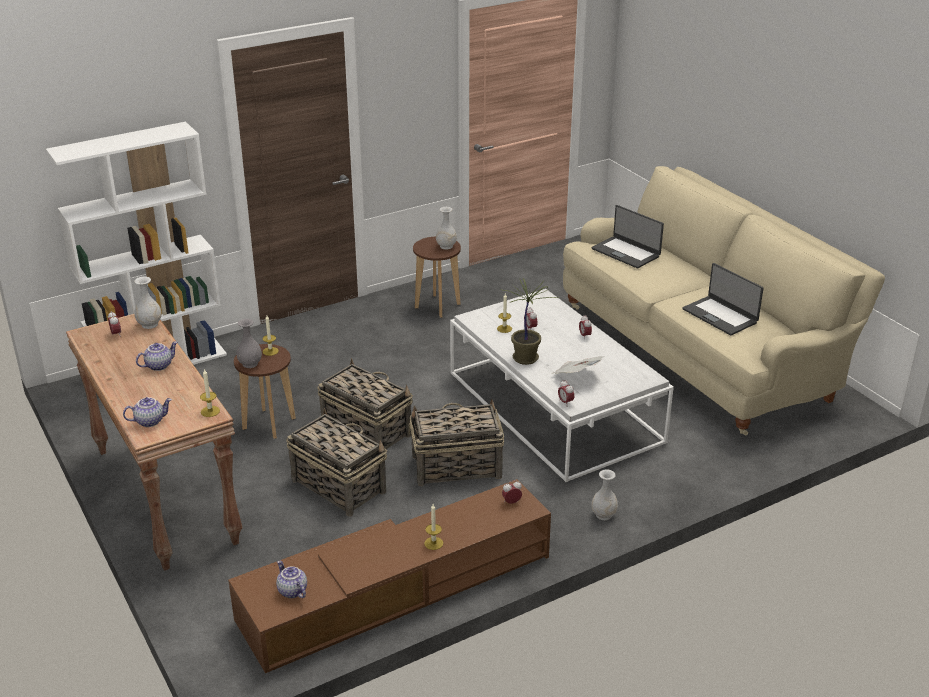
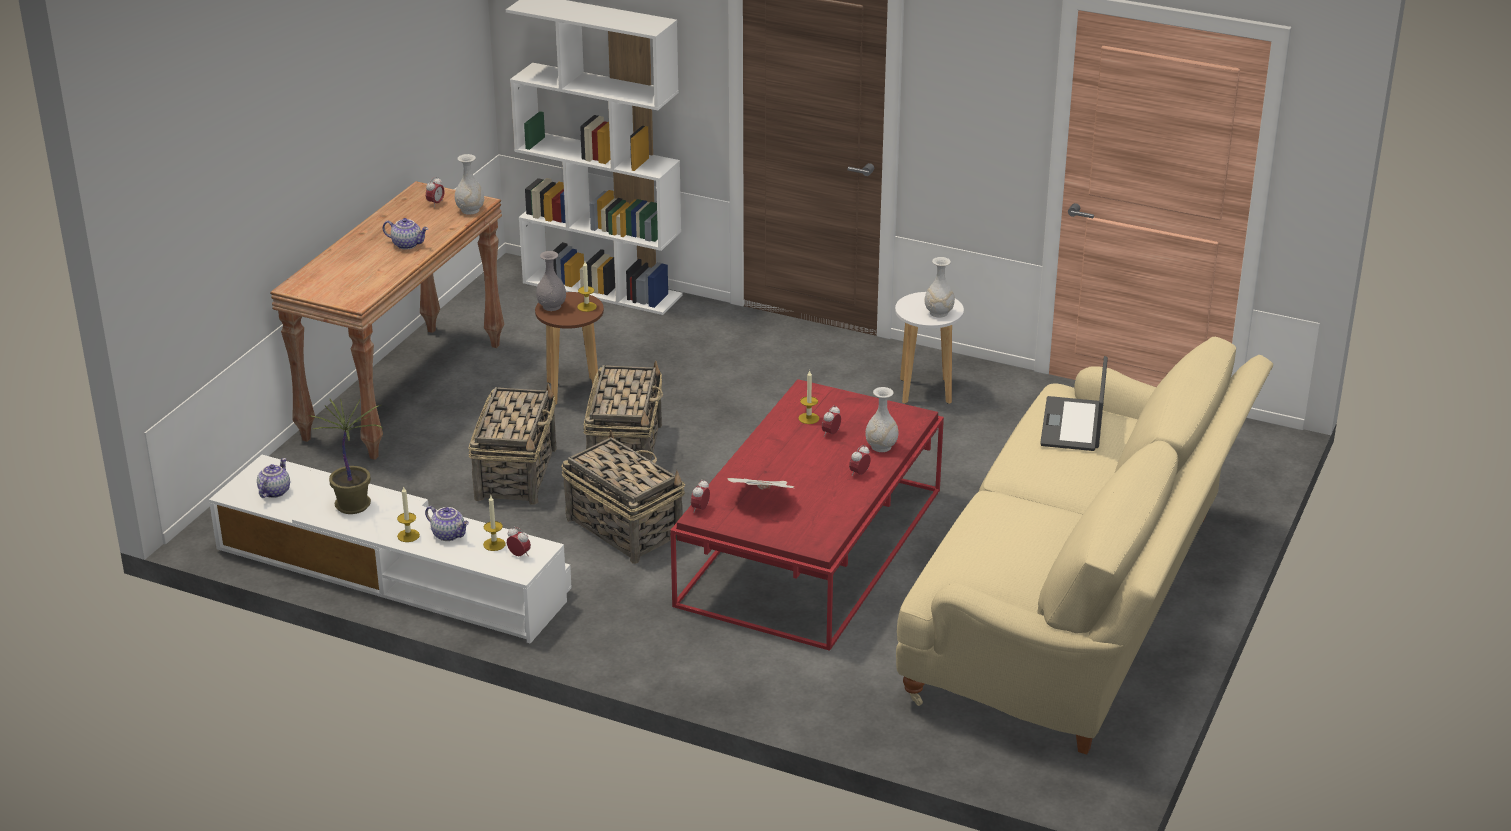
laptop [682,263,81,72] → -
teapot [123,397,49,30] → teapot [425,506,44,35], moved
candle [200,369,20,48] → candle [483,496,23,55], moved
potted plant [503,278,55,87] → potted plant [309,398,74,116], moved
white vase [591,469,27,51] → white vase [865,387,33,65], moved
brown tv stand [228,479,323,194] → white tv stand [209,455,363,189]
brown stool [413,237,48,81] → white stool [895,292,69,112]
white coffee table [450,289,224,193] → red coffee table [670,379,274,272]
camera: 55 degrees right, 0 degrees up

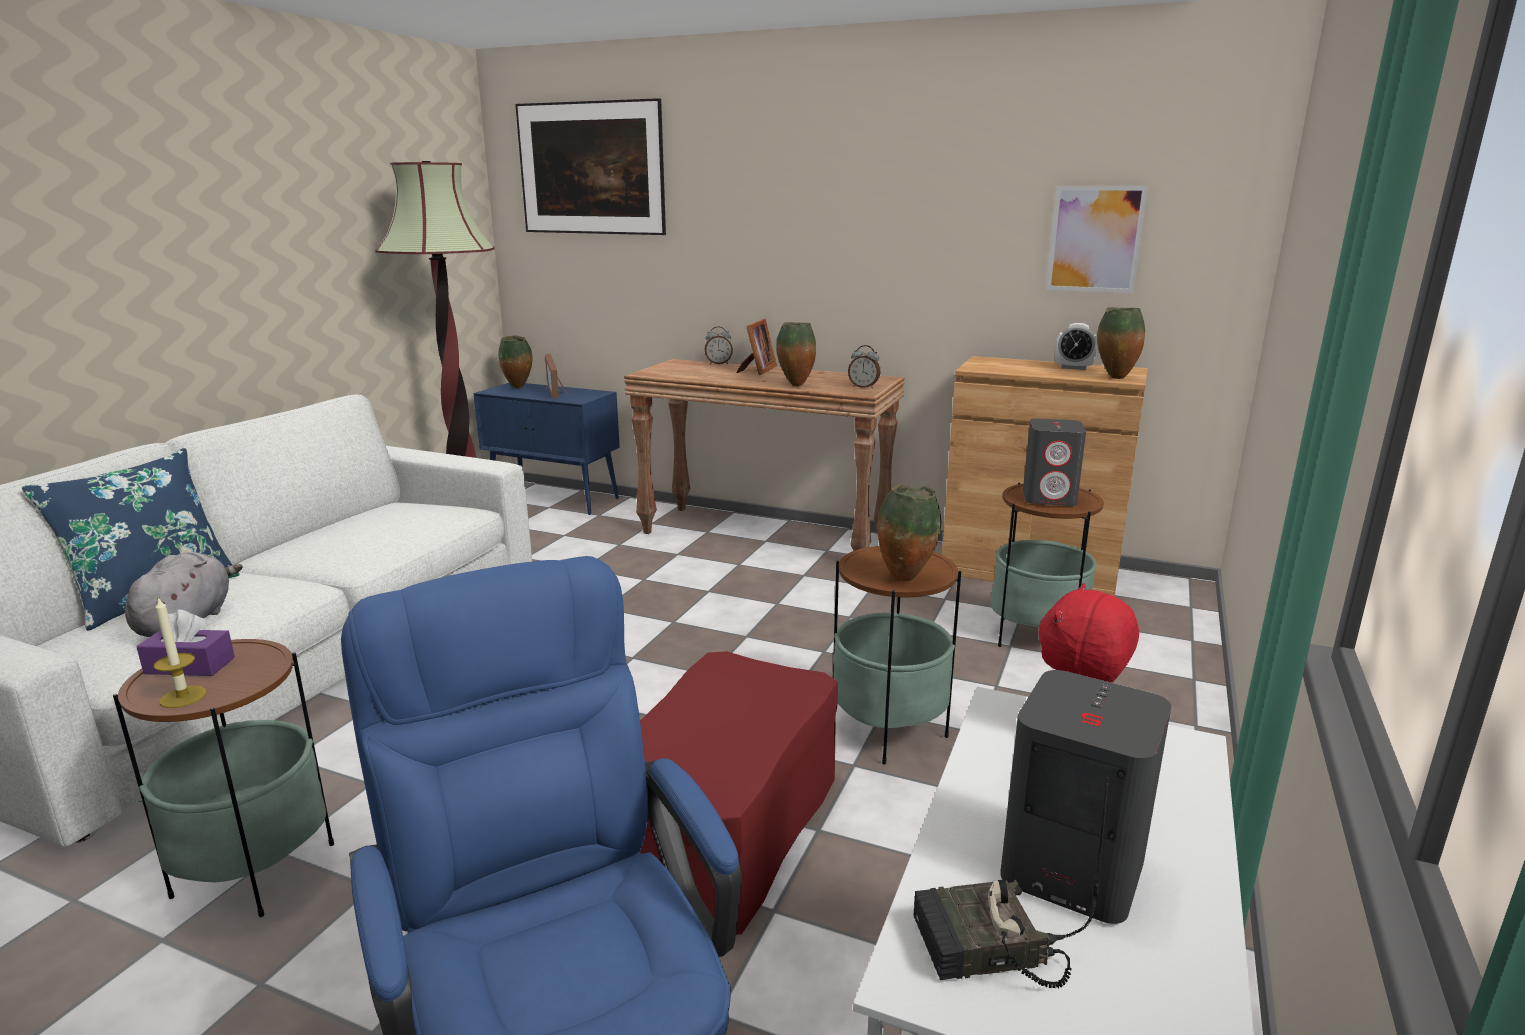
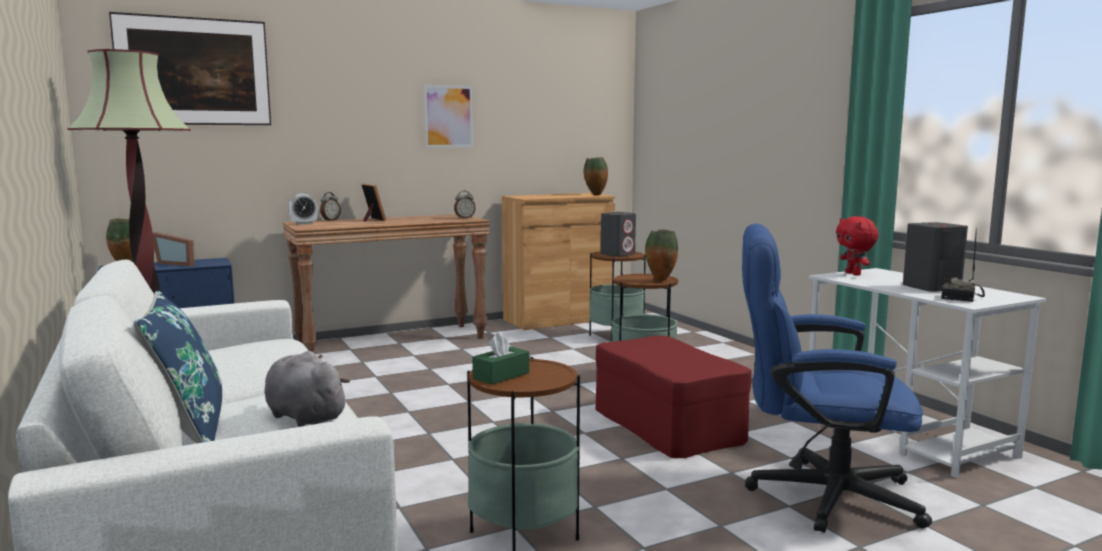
candle [154,596,53,112] → -
vase [776,322,40,64] → -
picture [1046,186,102,107] → picture [423,85,50,63], moved
alarm clock [1055,323,43,47] → alarm clock [289,194,29,30], moved
purple tissue box [137,610,98,66] → green tissue box [473,332,56,53]
camera: 50 degrees left, 10 degrees down

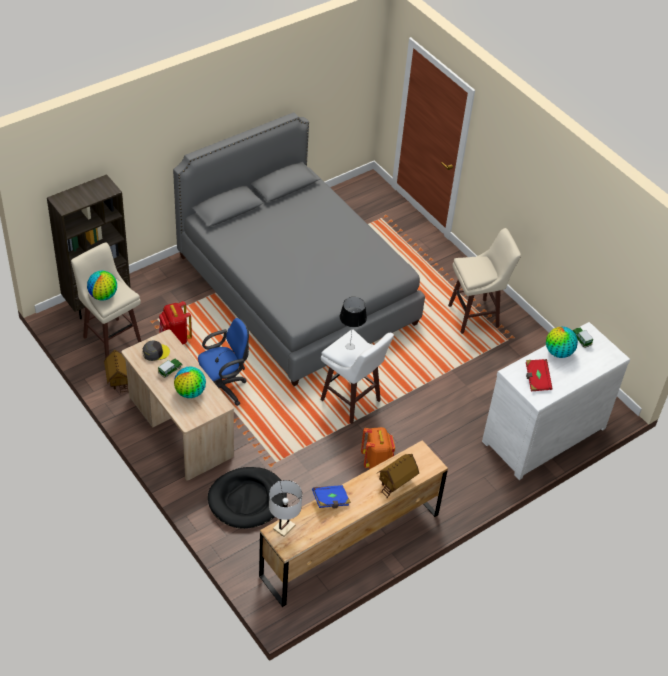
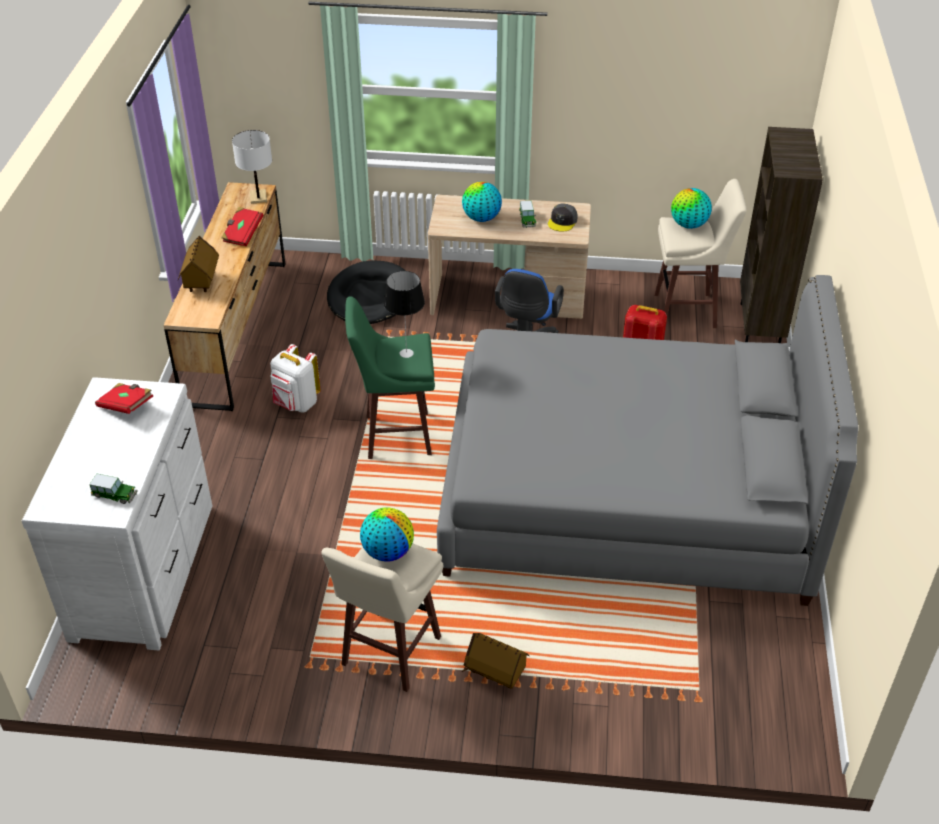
toy house [104,349,24,44] → toy house [461,633,68,56], moved
globe [546,327,32,31] → globe [360,507,54,55], moved
blue book [312,485,39,23] → red book [221,207,43,39]
white stool [320,329,74,95] → green stool [345,296,90,163]
orange backpack [361,427,34,42] → white backpack [270,344,51,69]
camera: 135 degrees right, 5 degrees down

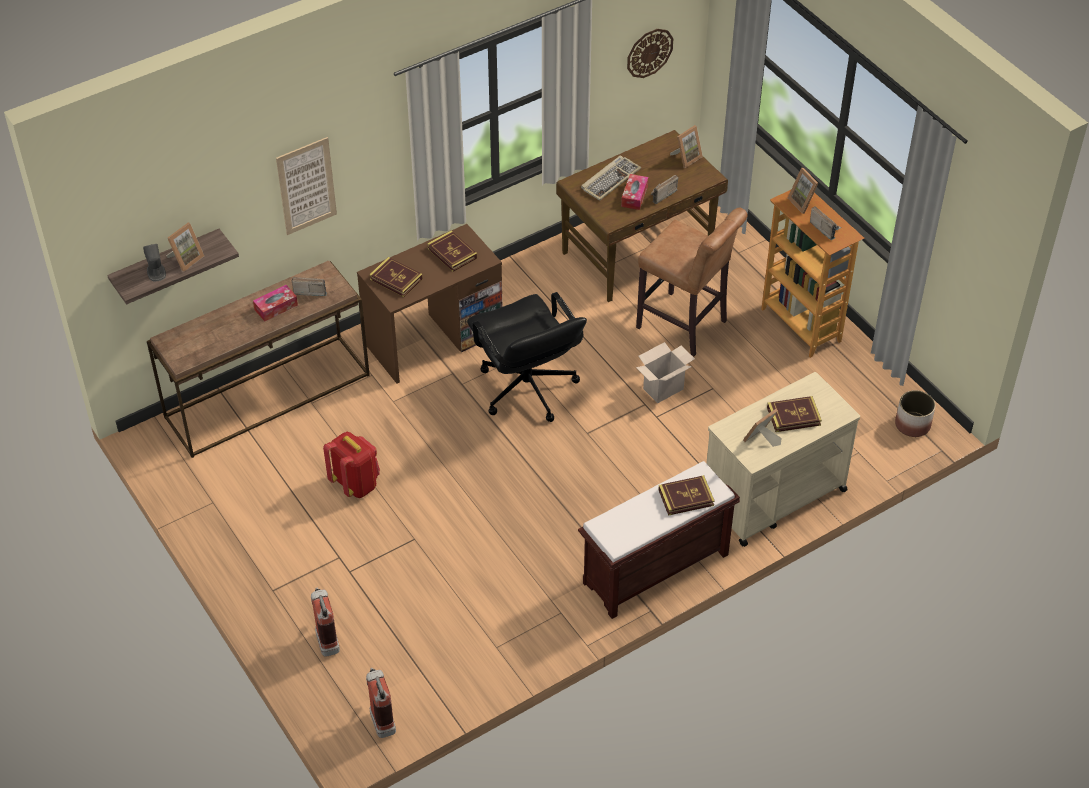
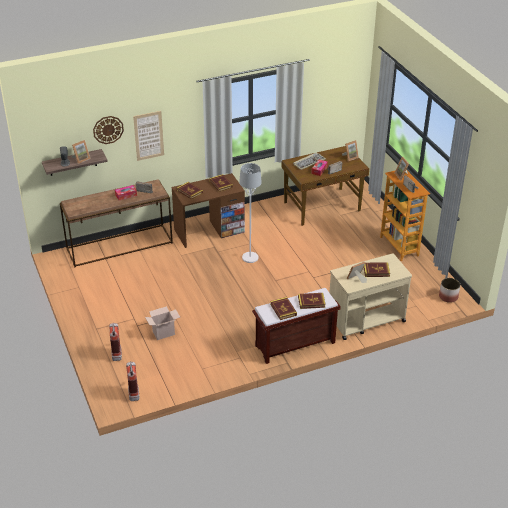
red backpack [323,432,57,66] → -
brown stool [636,207,112,149] → -
- → book [270,297,27,23]
wall clock [627,29,47,49] → wall clock [93,116,31,28], moved
cardboard box [636,342,59,61] → cardboard box [145,306,35,34], moved
black office chair [467,292,120,130] → white floor lamp [239,163,23,100]
camera: 10 degrees right, 10 degrees down

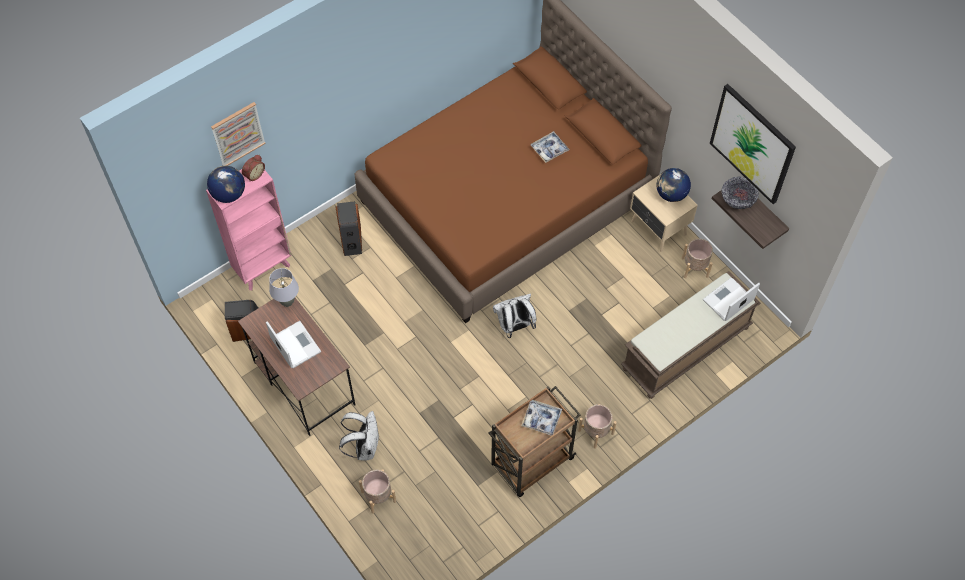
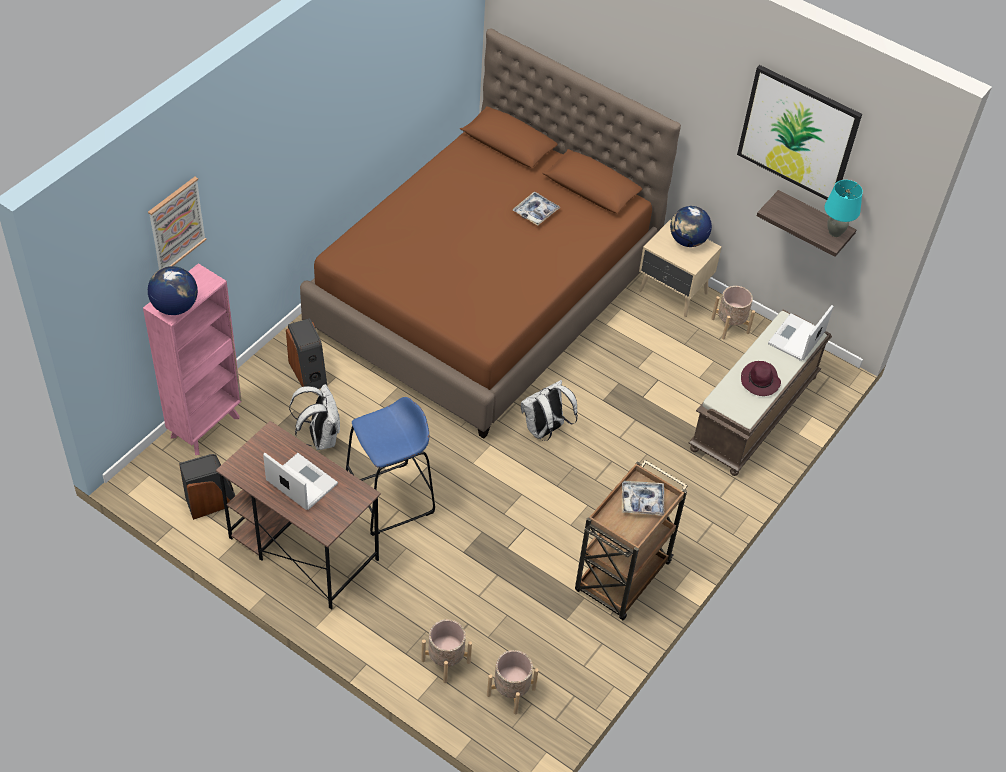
alarm clock [242,155,23,27] → -
grey table lamp [269,268,30,39] → -
bowl [721,176,38,33] → -
- → blue stool [346,397,89,139]
- → purple hat [741,361,40,35]
- → turquoise table lamp [824,180,39,57]
white backpack [339,411,41,49] → white backpack [289,384,51,66], moved
beige planter [578,404,39,45] → beige planter [487,650,51,64], moved
camera: 20 degrees left, 10 degrees down

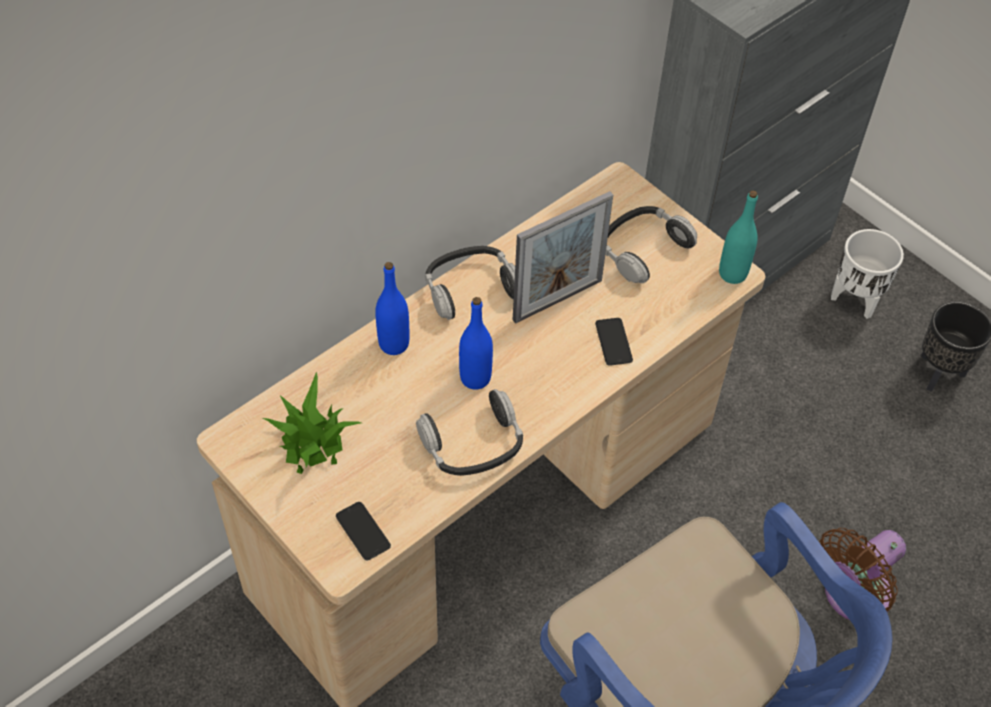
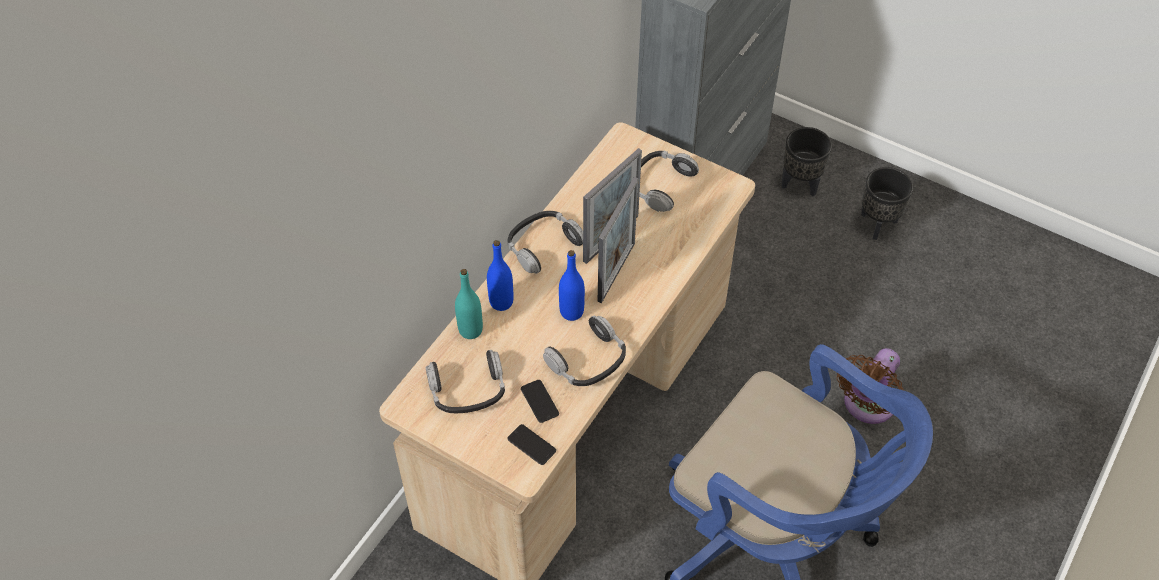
- → picture frame [597,177,41,126]
phone [595,318,38,48] → phone [521,380,38,43], moved
turquoise bottle [719,191,39,93] → turquoise bottle [455,269,28,70], moved
potted plant [263,371,98,103] → headphones [425,350,80,63]
white planter [831,229,73,90] → black planter [781,127,51,69]
camera: 15 degrees left, 0 degrees up

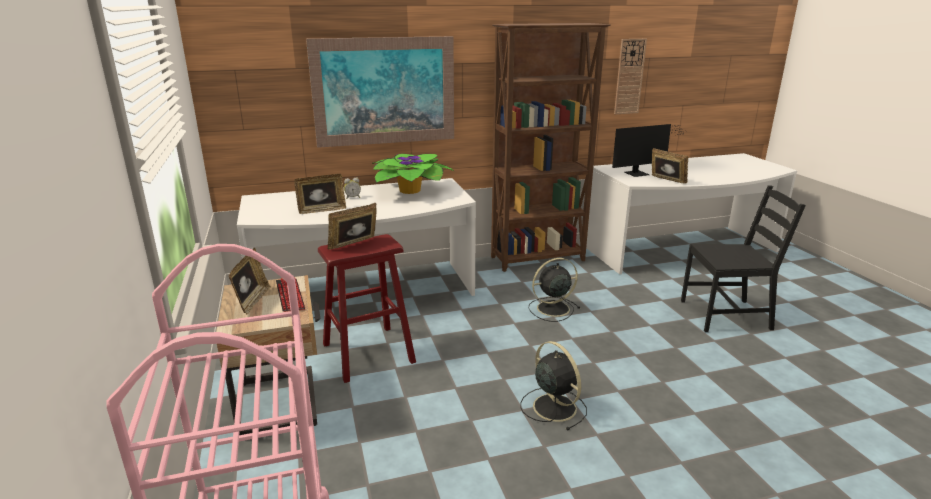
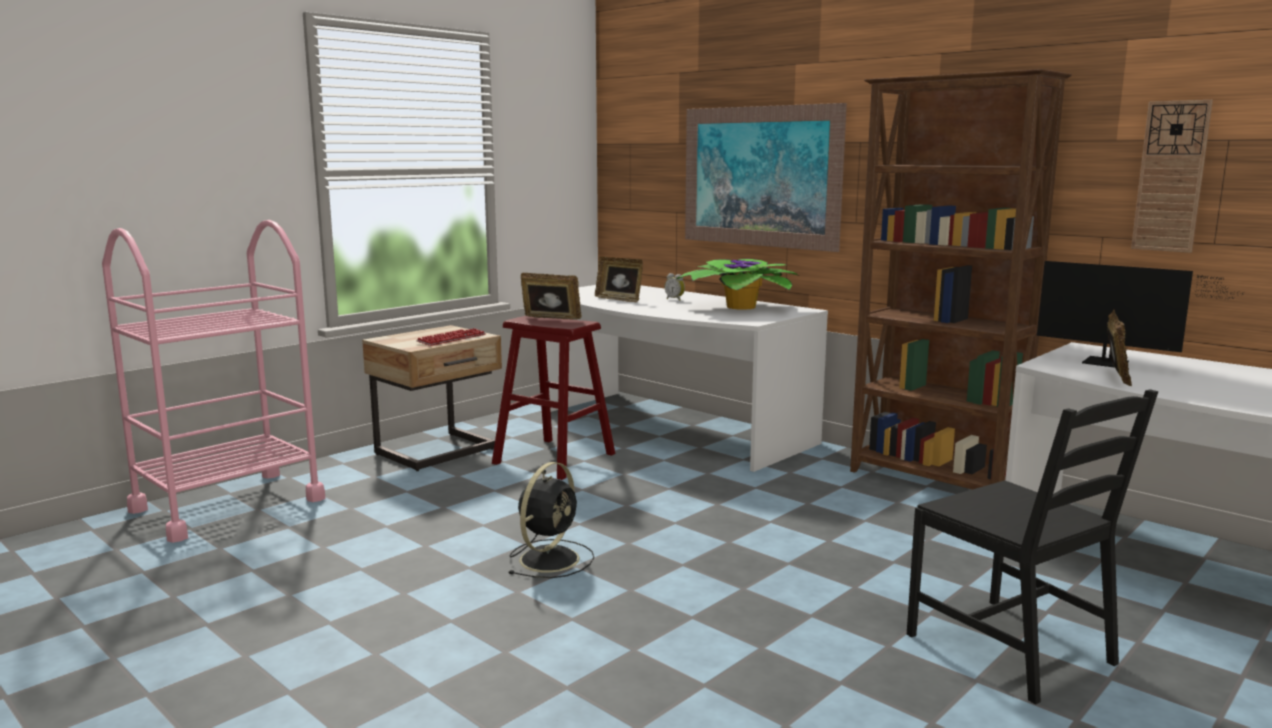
picture frame [228,248,43,67] → -
black fan [529,258,51,64] → -
camera: 60 degrees right, 10 degrees down

